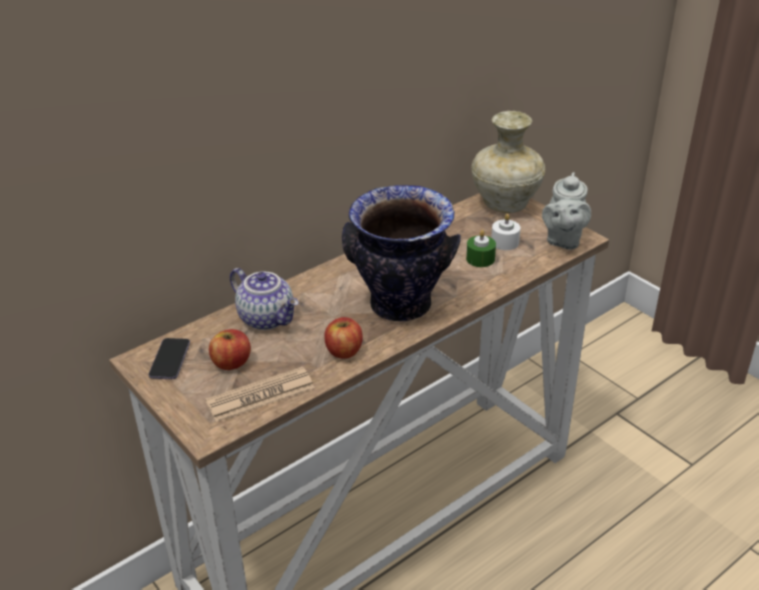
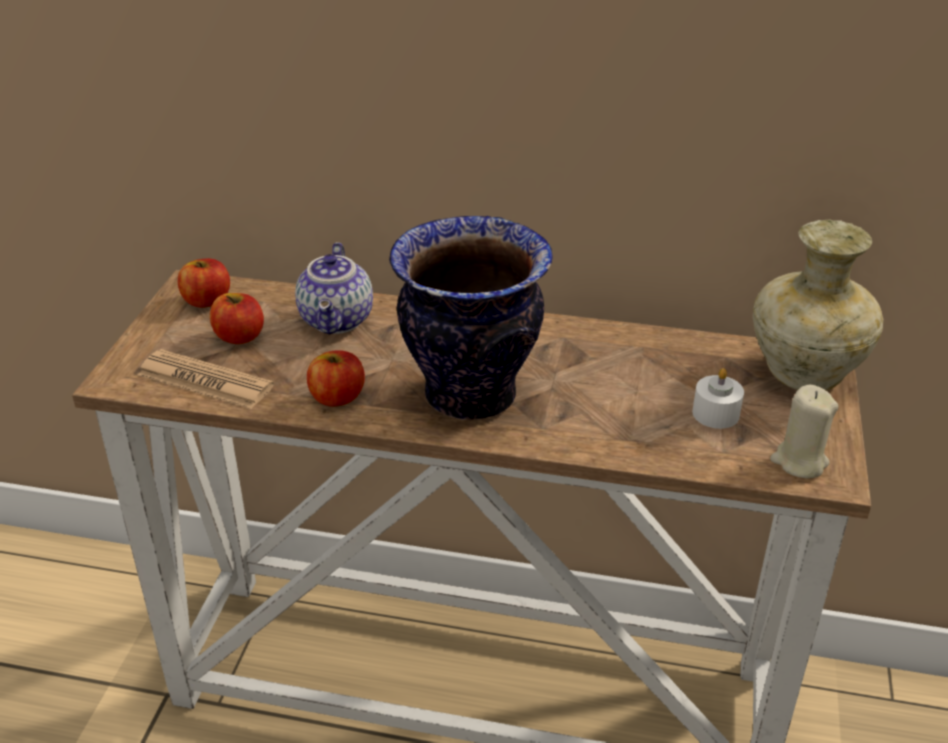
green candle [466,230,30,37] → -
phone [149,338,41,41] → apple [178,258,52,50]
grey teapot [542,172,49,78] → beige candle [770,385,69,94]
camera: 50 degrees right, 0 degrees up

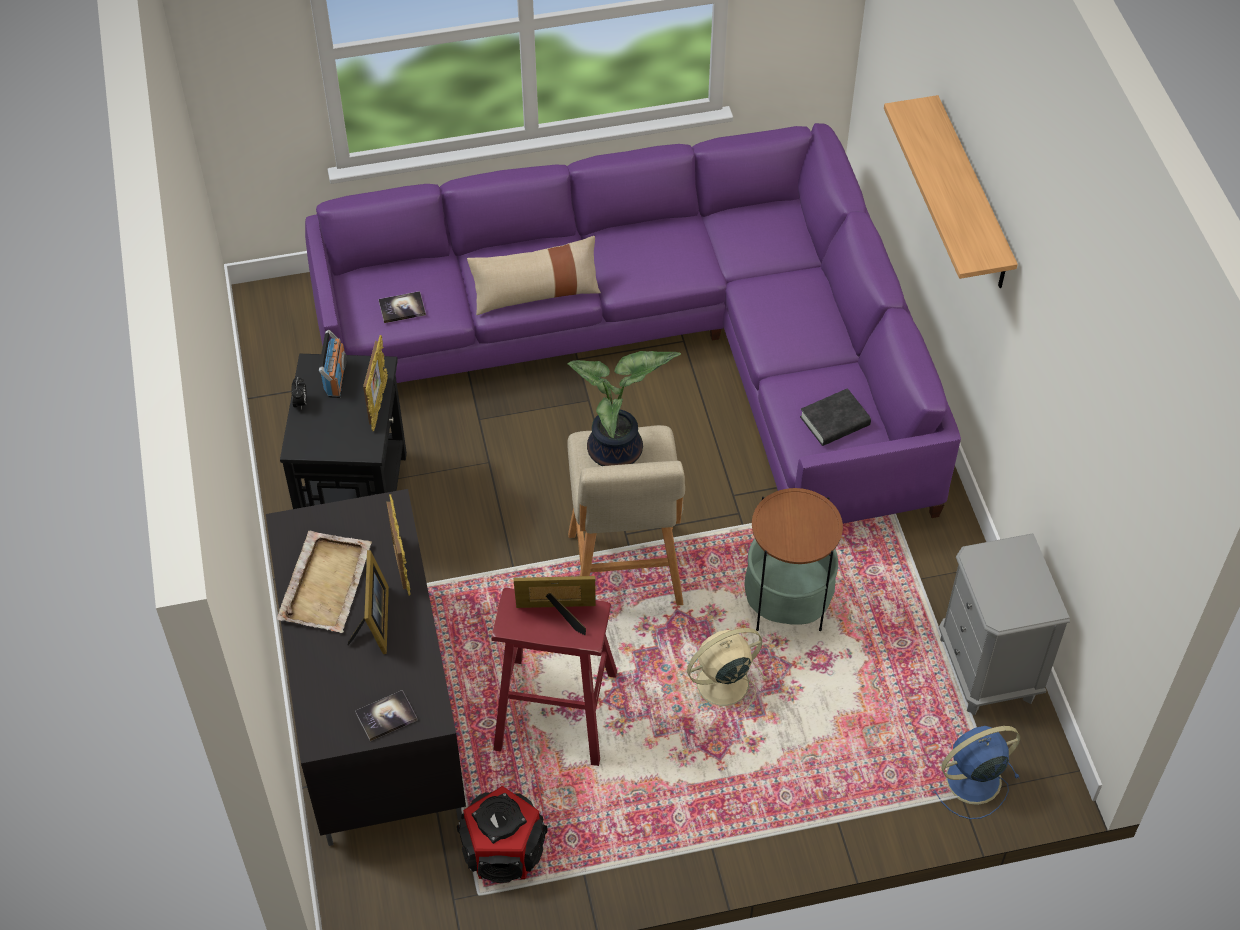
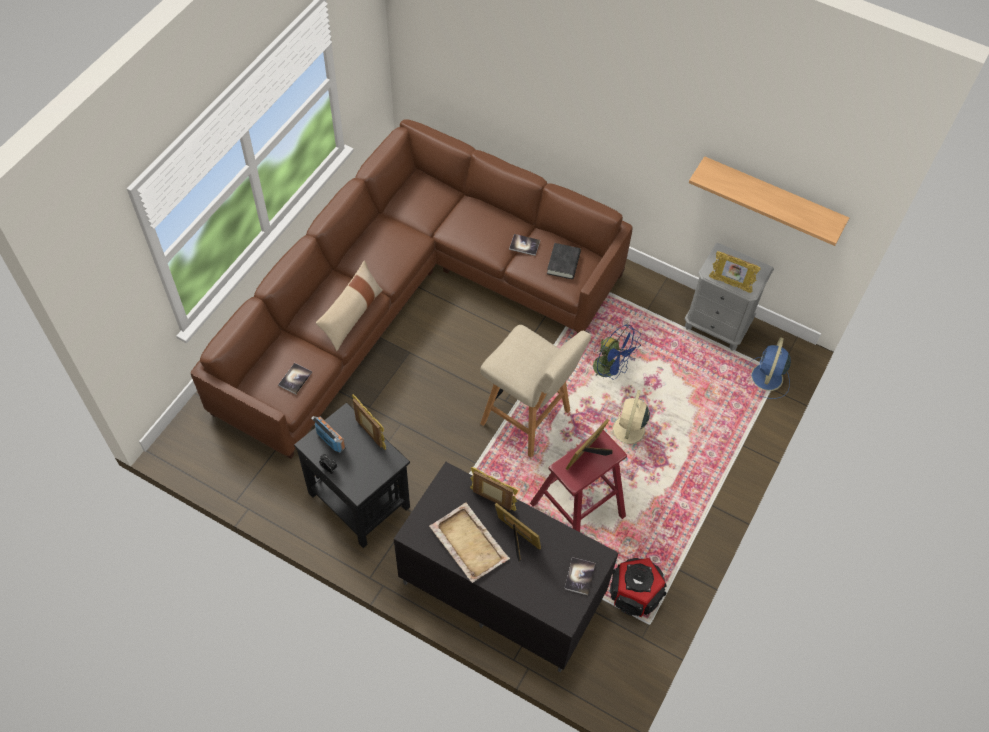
potted plant [568,351,113,115] → -
- → book [509,234,31,22]
- → picture frame [709,251,52,42]
shelf [884,95,134,193] → shelf [689,156,160,90], moved
side table [744,488,99,143] → blue fan [593,324,48,56]
purple sofa [305,123,656,401] → brown sofa [190,119,443,340]
camera: 50 degrees left, 5 degrees up

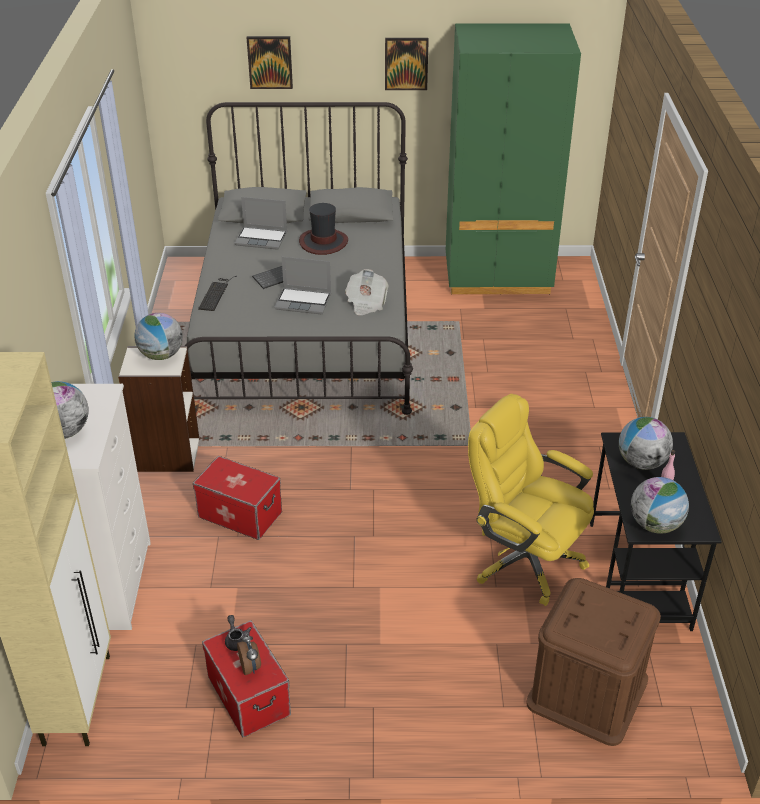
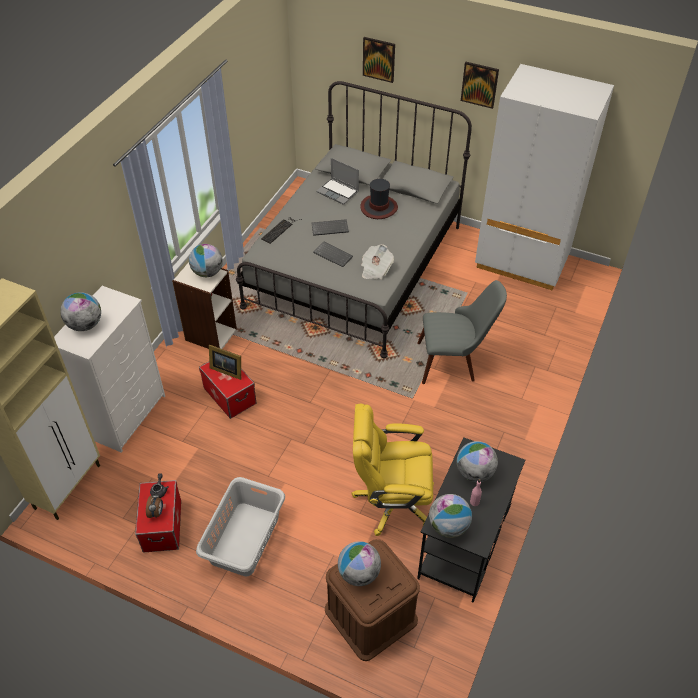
- → grey laundry basket [196,477,89,99]
- → picture frame [209,344,32,36]
- → globe [338,541,43,45]
- → grey chair [417,280,90,104]
laptop [274,257,57,57] → keyboard [313,241,40,26]
green wardrobe [446,23,135,272] → white wardrobe [475,64,139,227]
yellow office chair [468,394,126,212] → yellow office chair [352,404,82,132], 60 degrees counterclockwise
camera: 25 degrees right, 10 degrees up

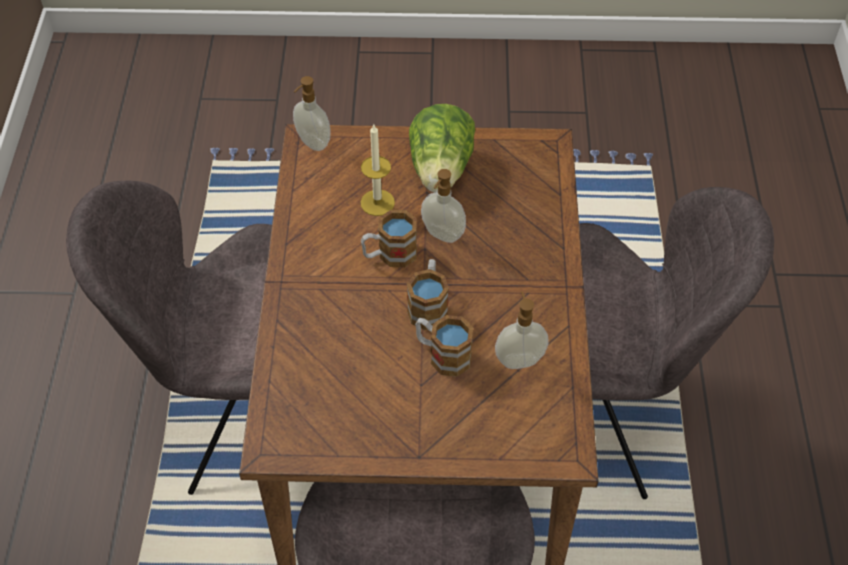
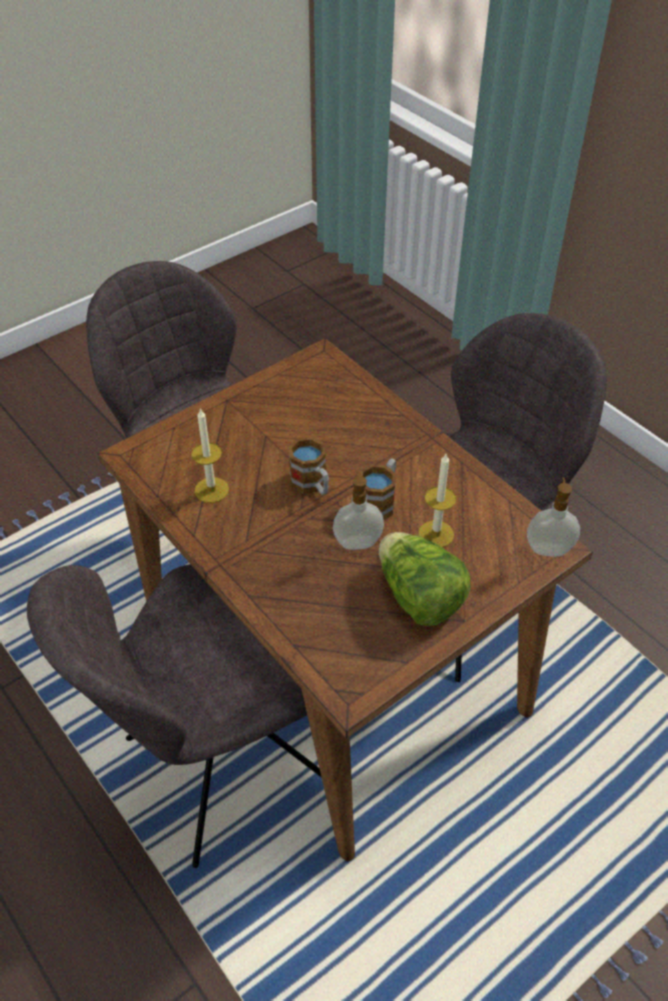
mug [415,315,58,62] → -
soap dispenser [495,291,54,78] → candle [191,408,38,95]
camera: 140 degrees right, 5 degrees down

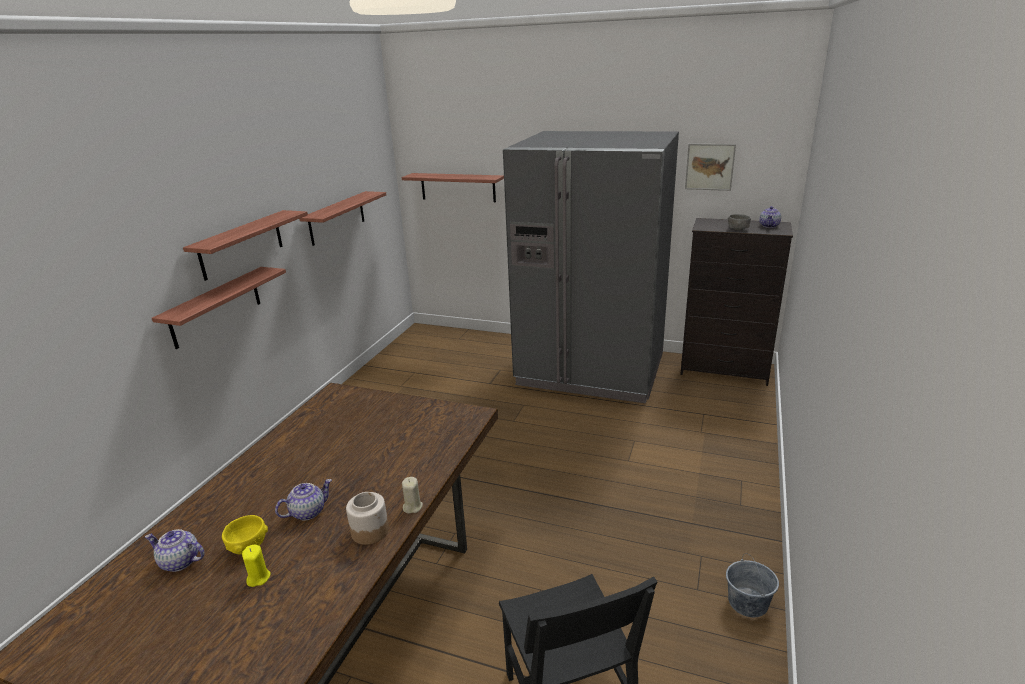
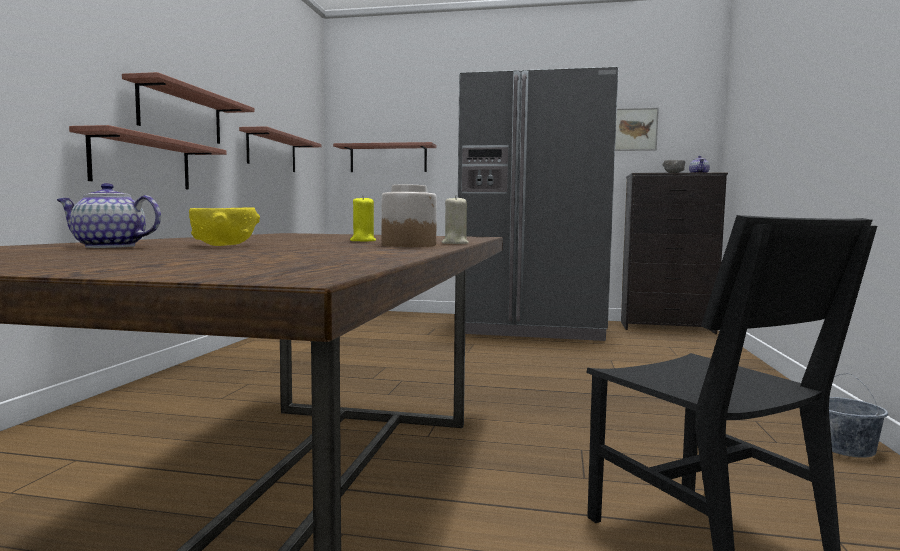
teapot [275,479,57,42] → -
yellow candle [242,545,29,42] → yellow candle [350,195,26,47], moved
camera: 10 degrees left, 20 degrees down

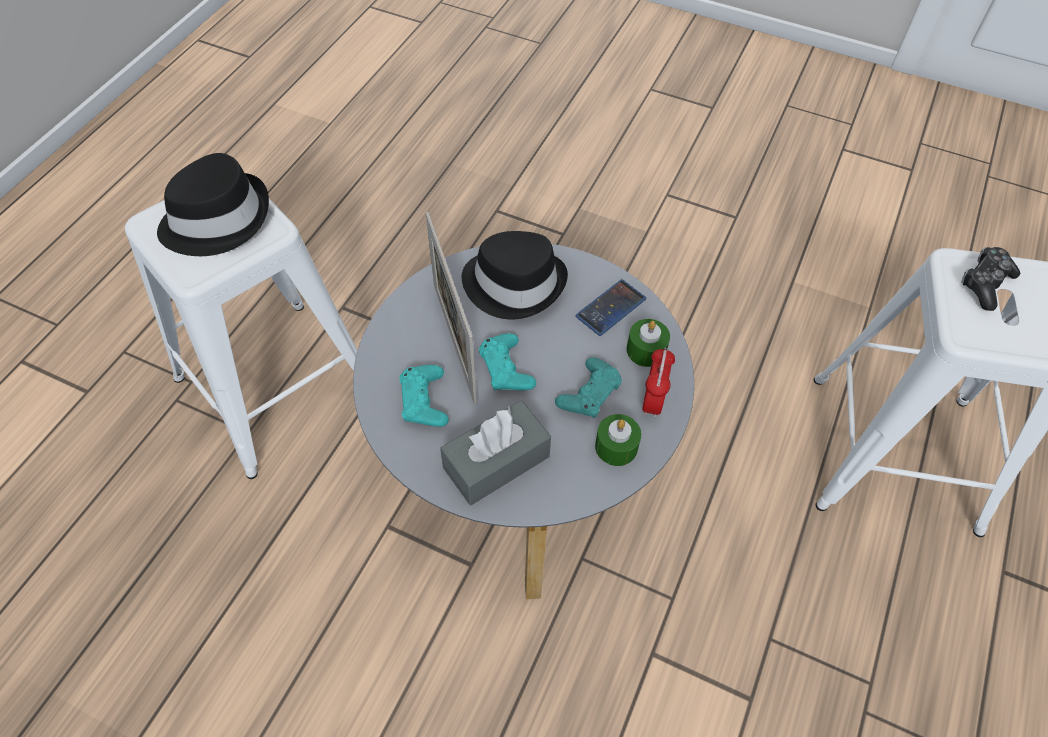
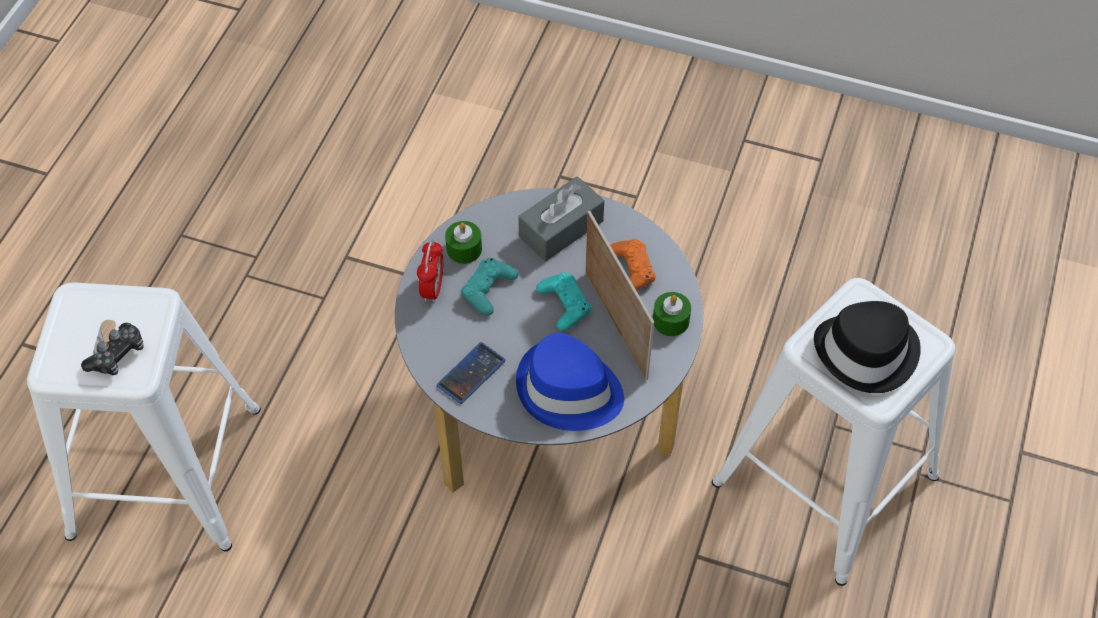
green candle [627,319,43,48] → green candle [653,292,38,44], moved
turquoise game controller [399,365,50,62] → orange game controller [610,239,46,52]
black hat [462,231,106,88] → blue hat [516,333,108,98]
camera: 175 degrees right, 0 degrees up

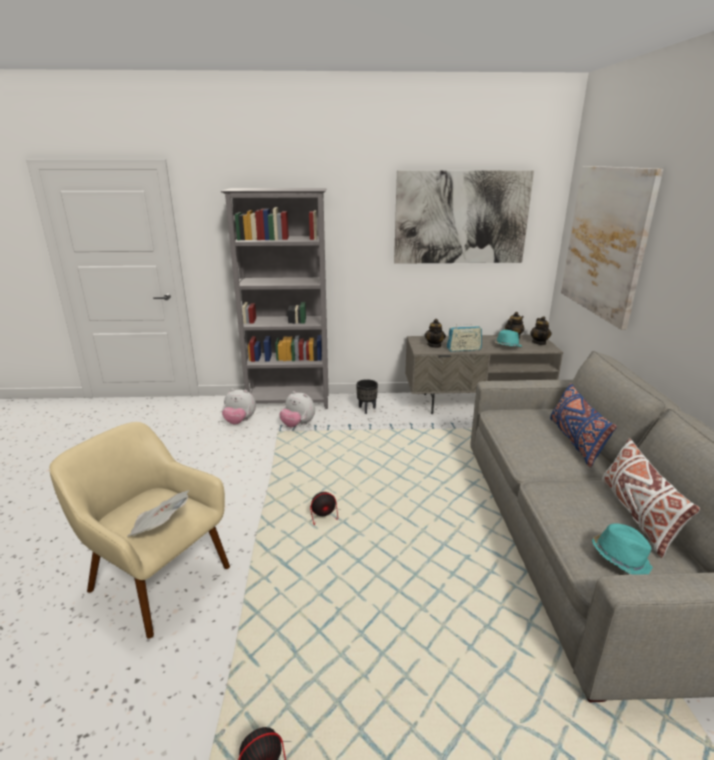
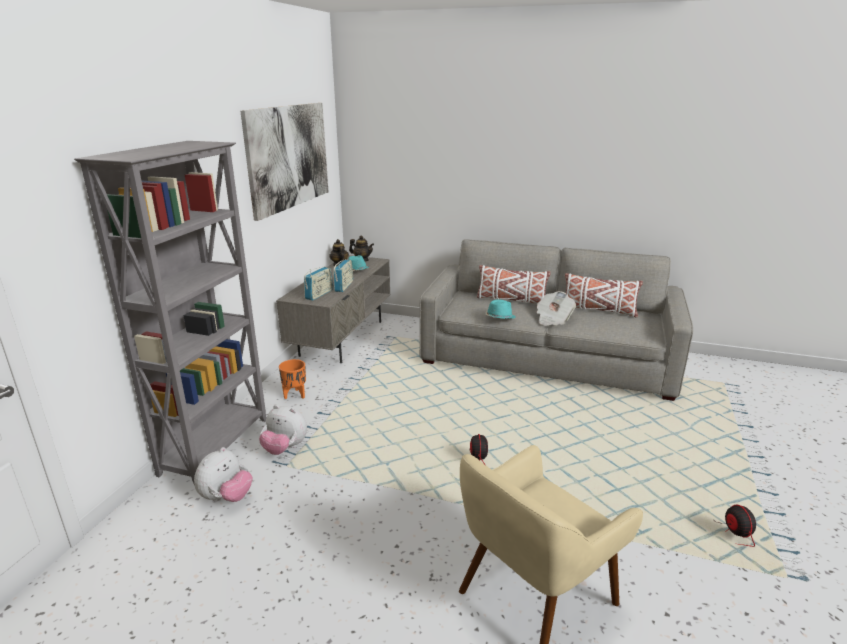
picture [561,166,102,164] → -
newspaper [127,490,62,47] → newspaper [536,291,40,34], moved
turquoise hat [592,523,61,51] → turquoise hat [485,299,30,20], moved
teapot [424,319,22,29] → radio [304,267,29,34]
black planter [356,379,22,35] → orange planter [279,359,27,40]
blue pillow [550,383,67,85] → white pillow [477,265,74,39]
plush toy [279,391,36,37] → plush toy [259,405,48,50], 60 degrees clockwise
camera: 70 degrees left, 0 degrees up

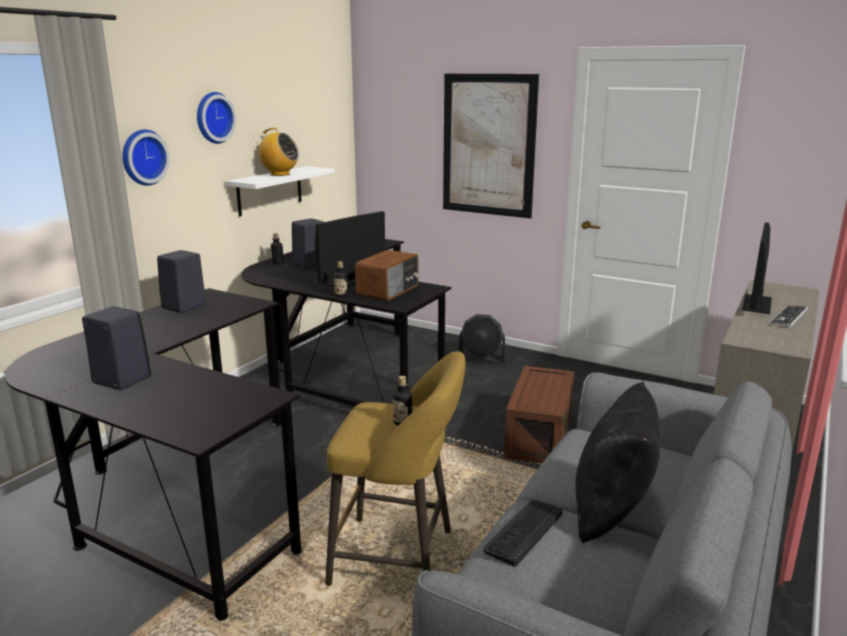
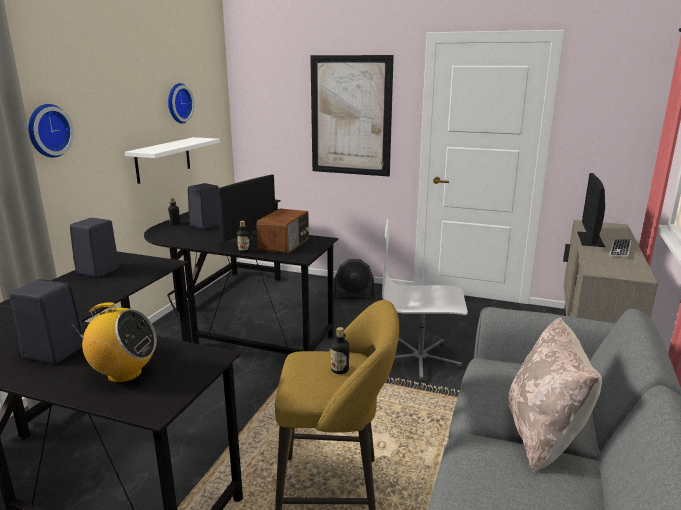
keyboard [483,500,80,67] → -
wall clock [197,92,39,52] → wall clock [168,83,27,41], moved
radio [254,128,45,48] → radio [71,302,86,81], moved
brown storage box [504,366,70,98] → white office chair [382,219,86,163]
black pillow [575,382,86,161] → beige pillow [508,317,94,156]
camera: 10 degrees left, 0 degrees up

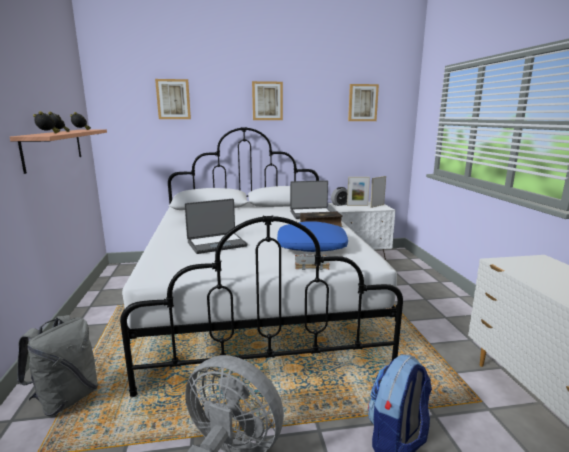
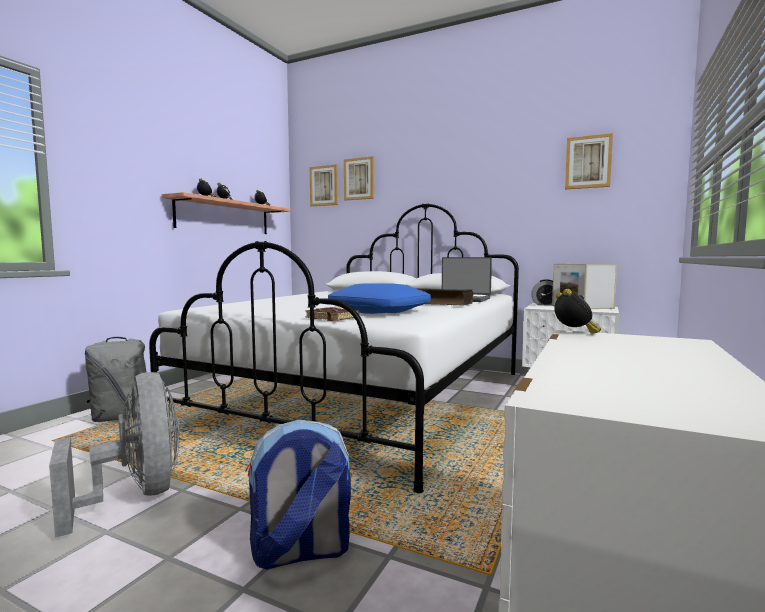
laptop [185,199,62,55] → -
- → alarm clock [554,289,47,44]
picture [252,81,31,39] → picture [310,164,28,42], moved
grey book [295,255,35,15] → brown book [306,307,54,14]
camera: 35 degrees right, 10 degrees down

